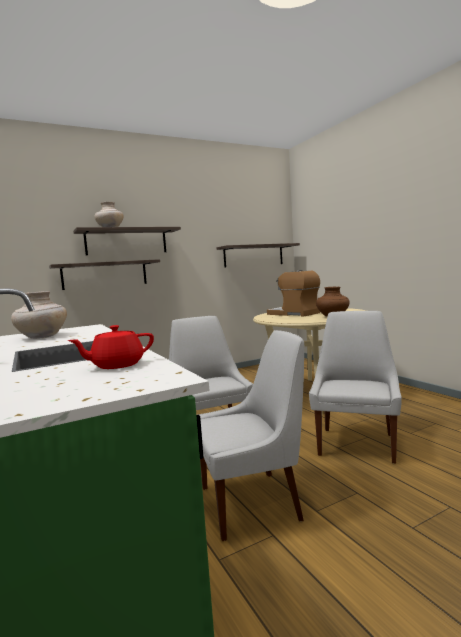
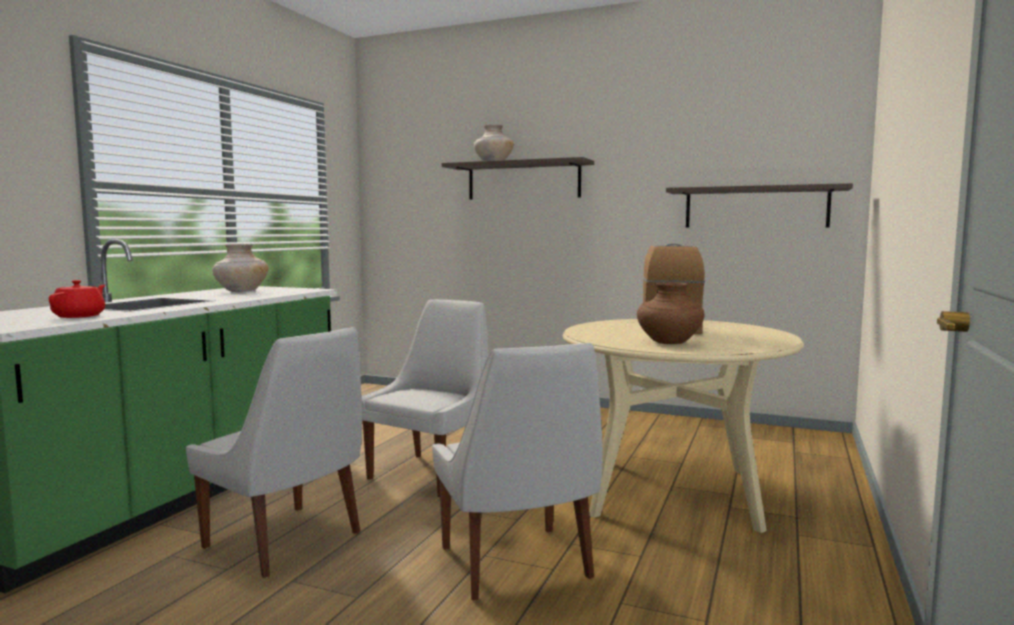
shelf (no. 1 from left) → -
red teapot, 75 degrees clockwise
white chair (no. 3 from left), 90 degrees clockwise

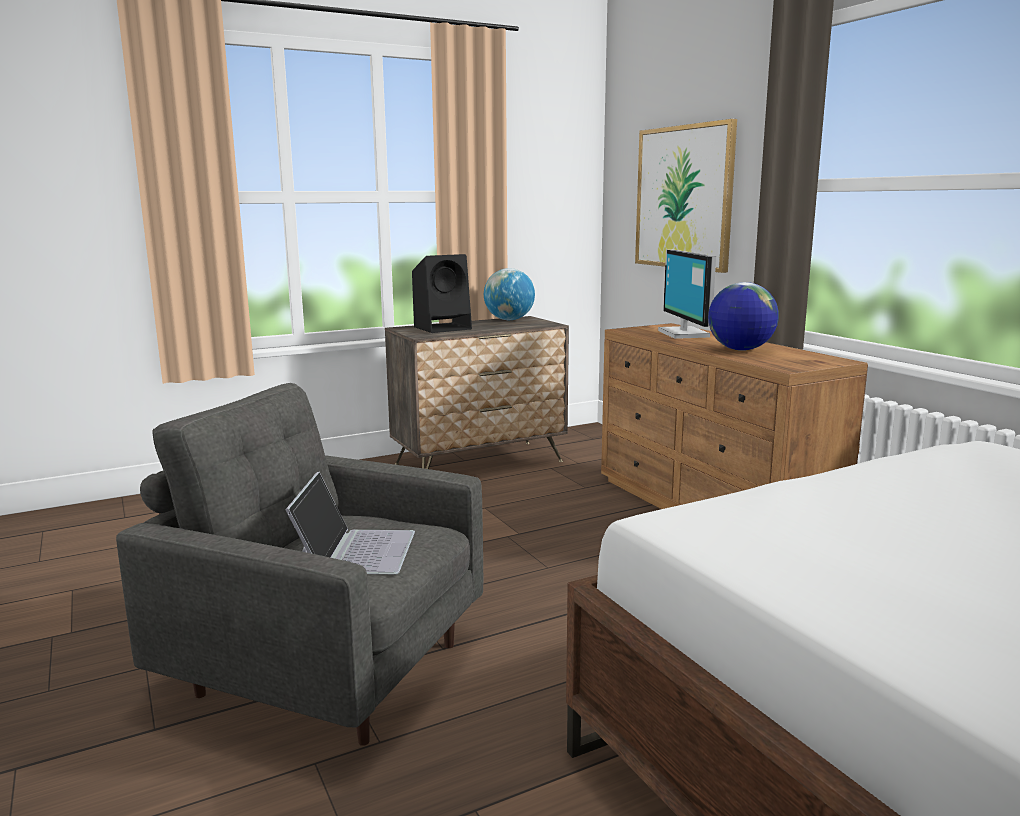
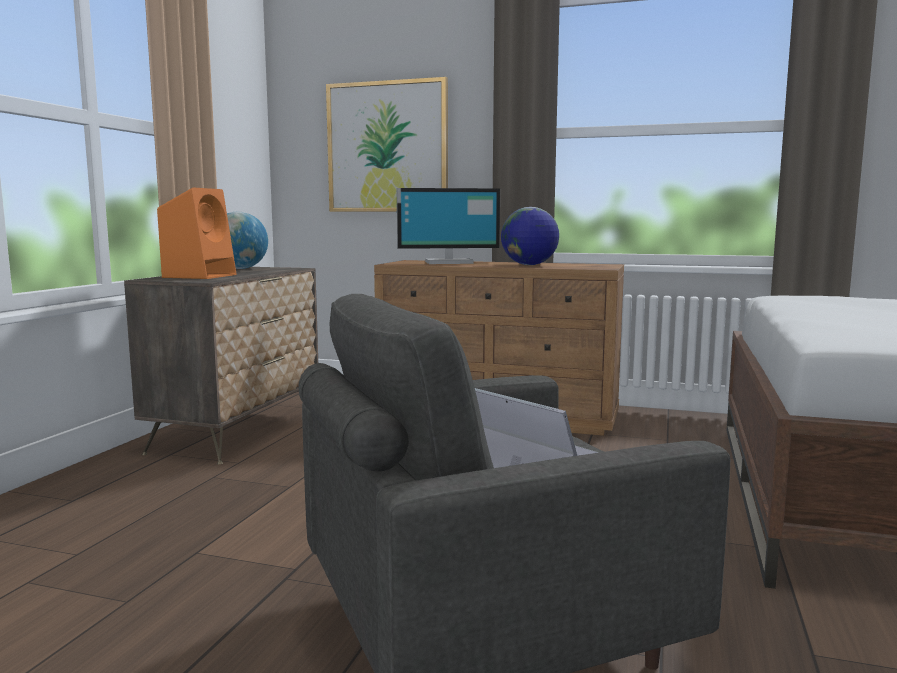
black speaker → orange speaker
monitor, 45 degrees counterclockwise

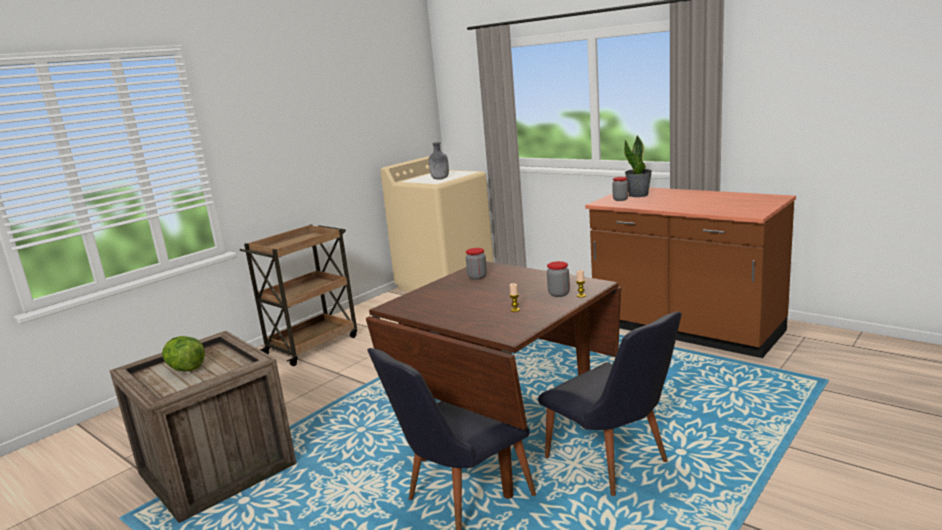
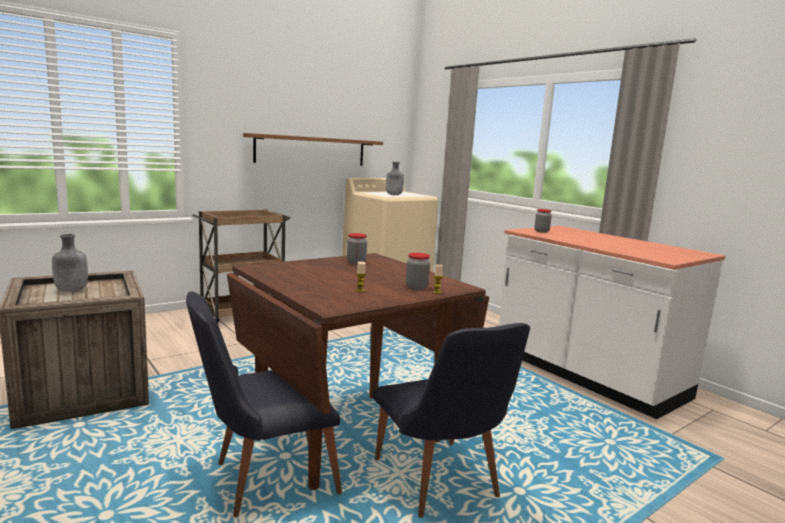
lettuce → grey bottle (no. 1 from left)
brown counter → white counter
potted plant → -
- → shelf

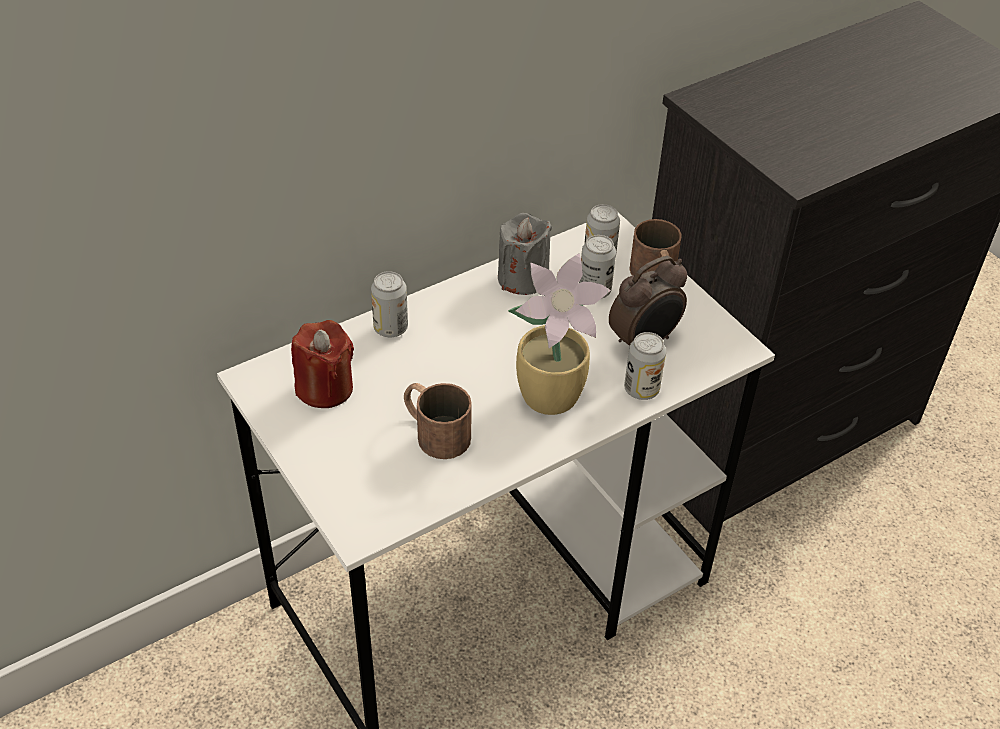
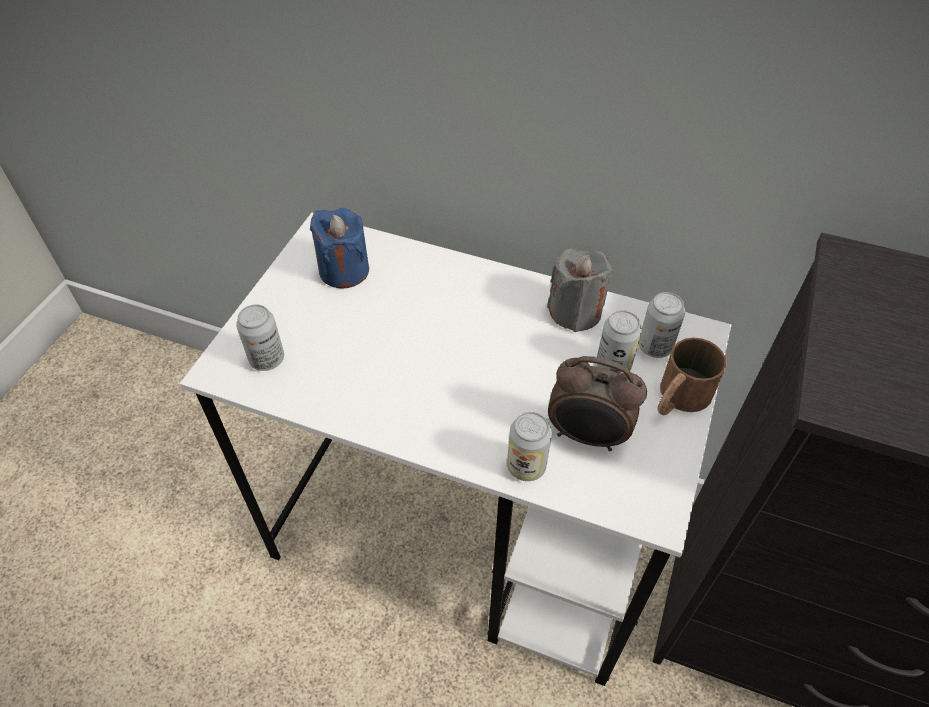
red candle → blue candle
can (no. 1 from left), shifted
brown mug (no. 1 from left) → -
potted plant → -

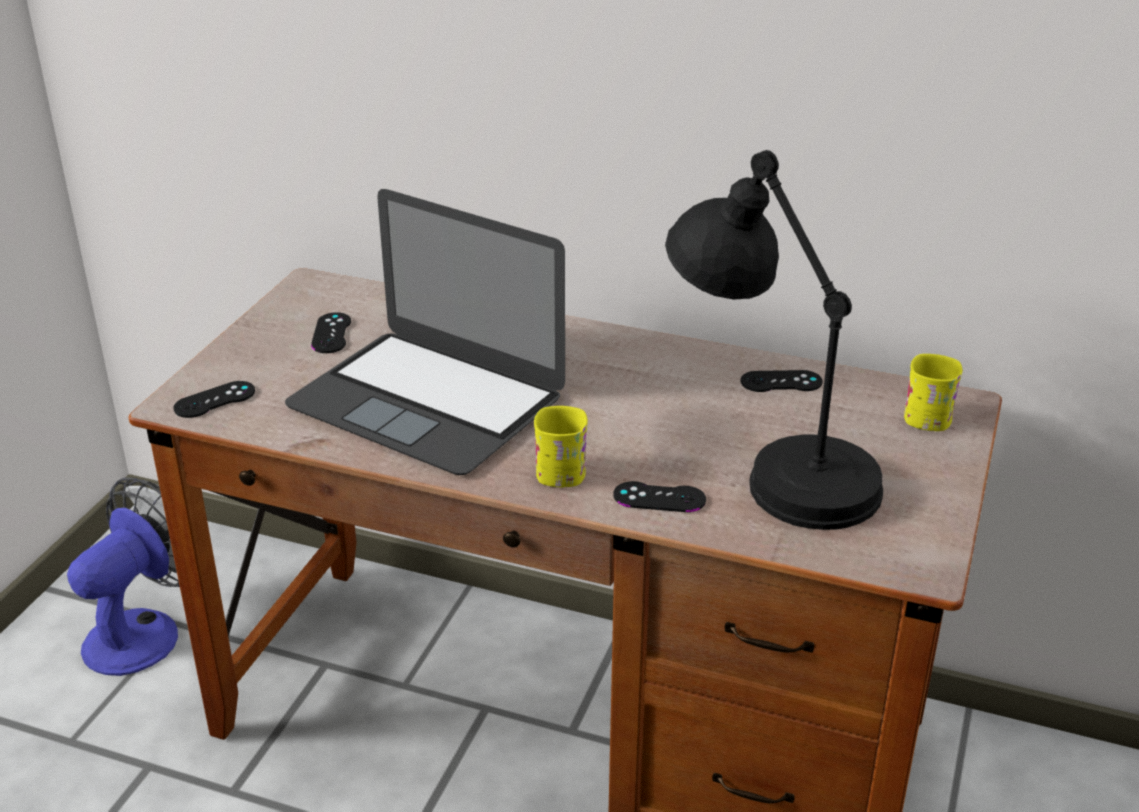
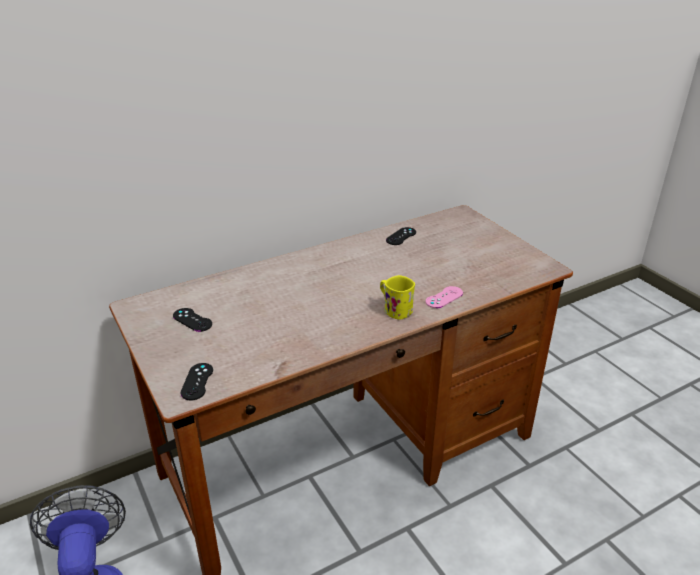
laptop → -
black game controller (no. 3 from left) → pink game controller
black table lamp → -
yellow mug (no. 2 from left) → -

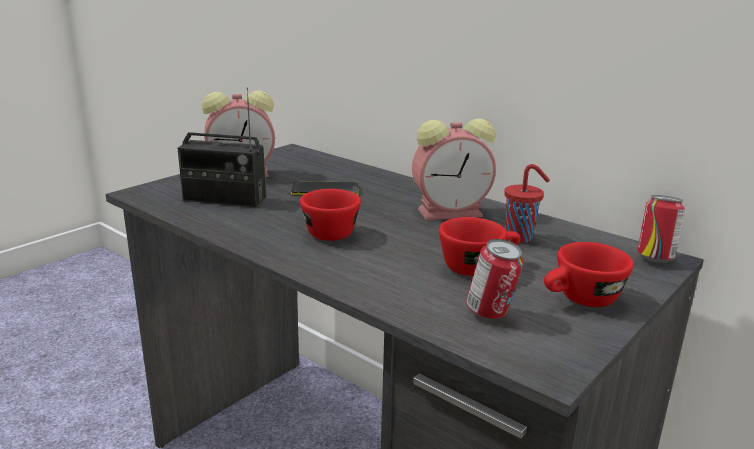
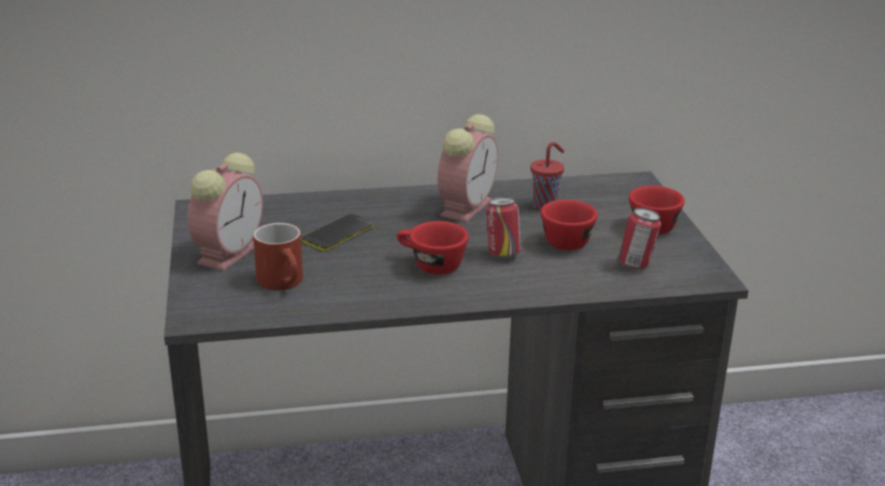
radio → red mug
can (no. 2 from left in the first image) → can (no. 1 from left), shifted

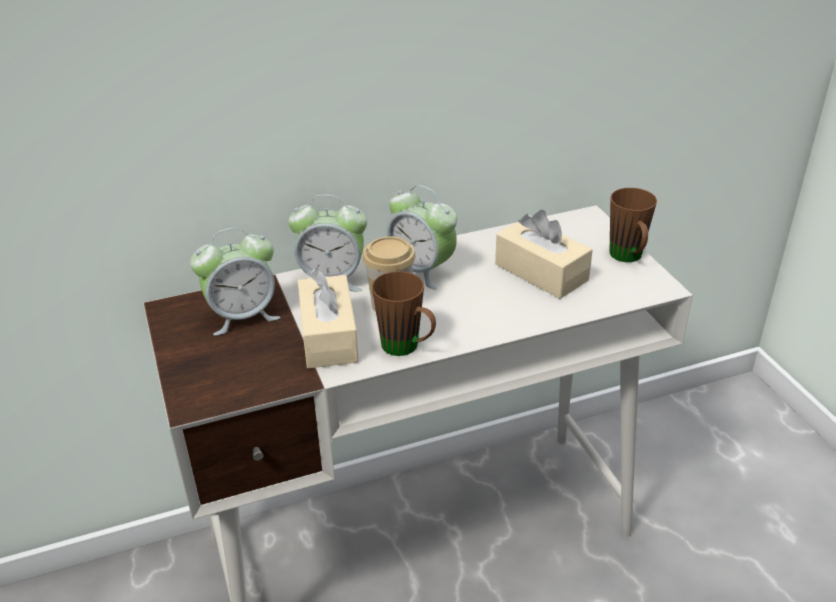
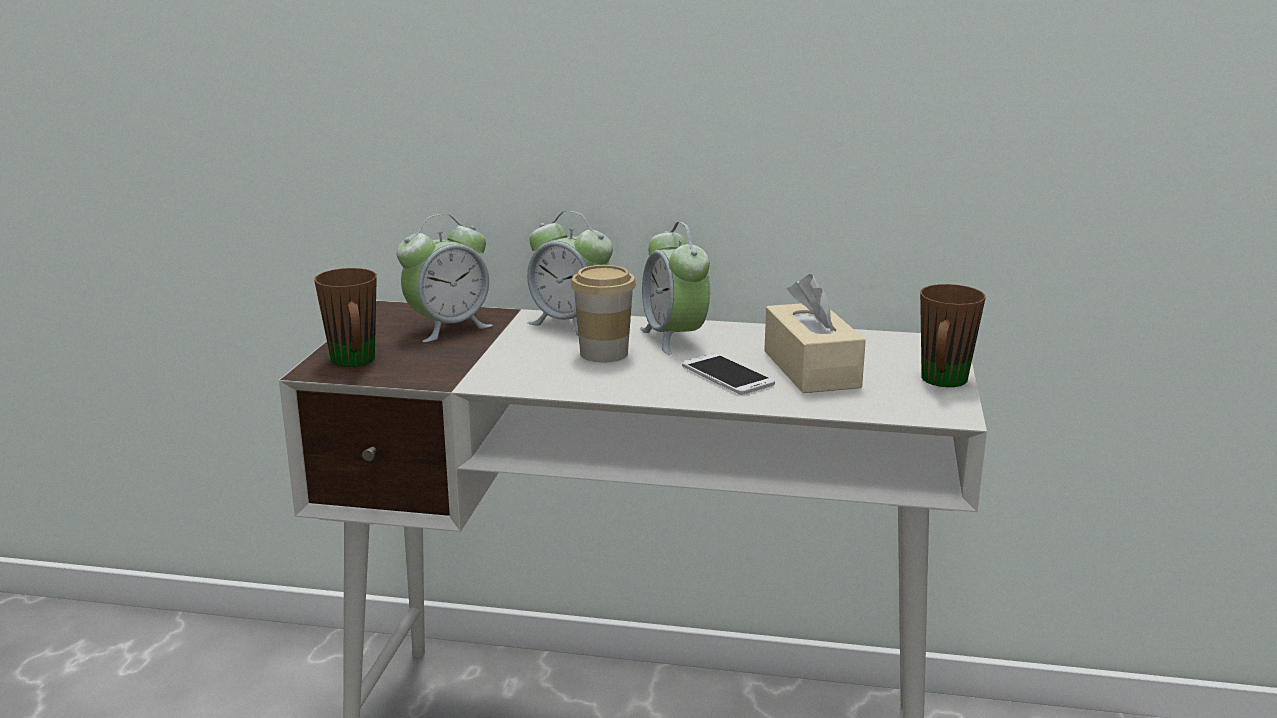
alarm clock (no. 1 from left), 45 degrees counterclockwise
beige tissue box (no. 1 from left) → -
brown mug (no. 1 from left), shifted
- → phone

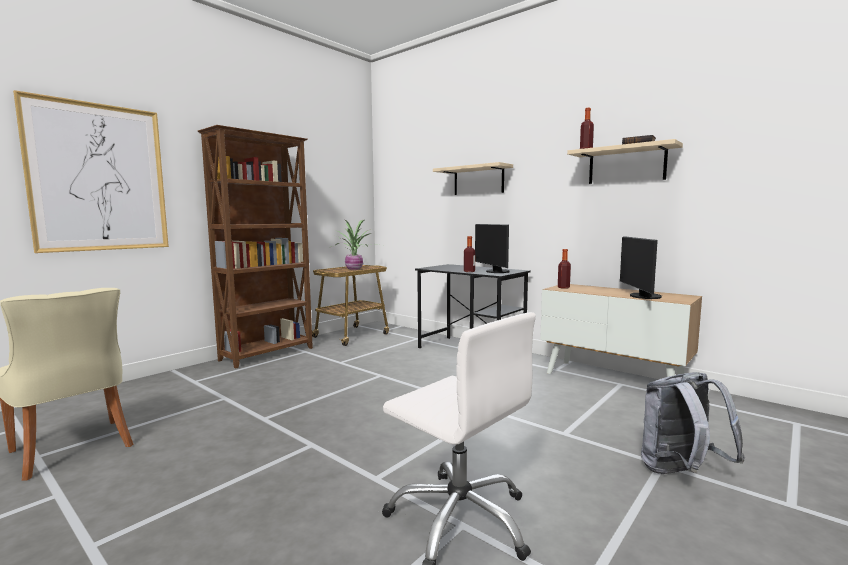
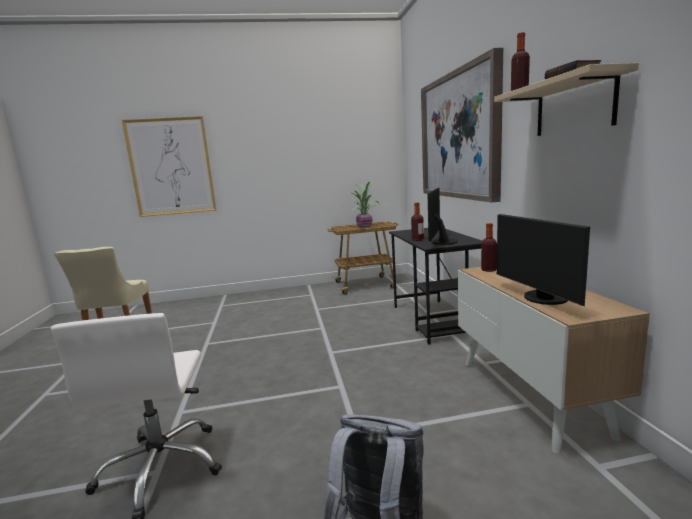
brown bookcase → -
beige shelf (no. 1 from left) → picture (no. 2 from left)
monitor (no. 2 from left), 60 degrees counterclockwise

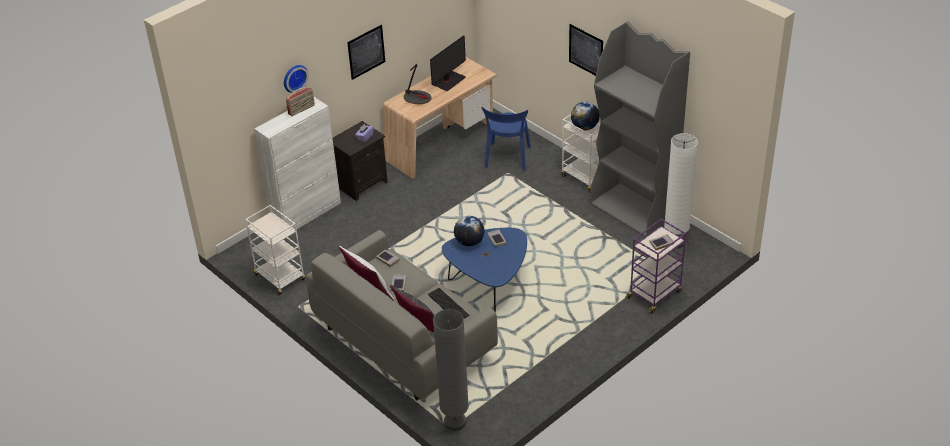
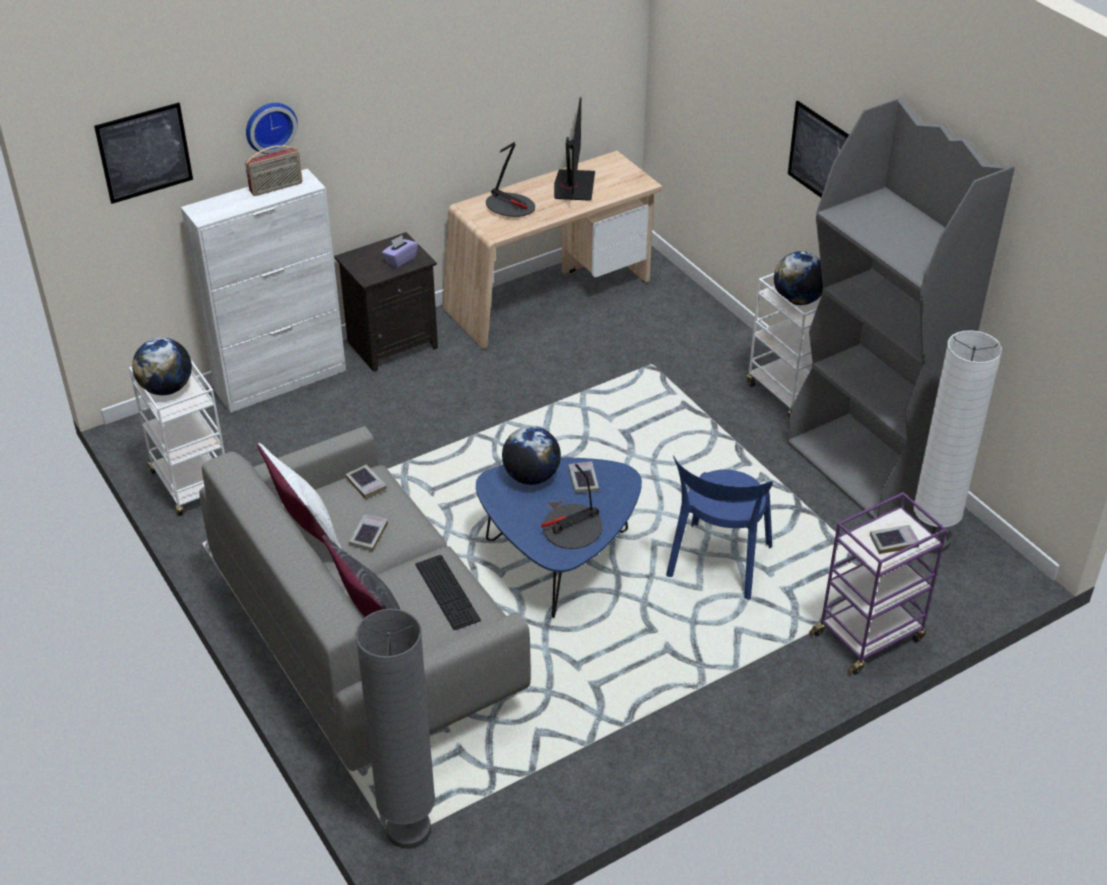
picture (no. 1 from left), shifted
monitor, 45 degrees counterclockwise
blue chair, shifted
- → globe (no. 1 from left)
- → table lamp (no. 2 from left)

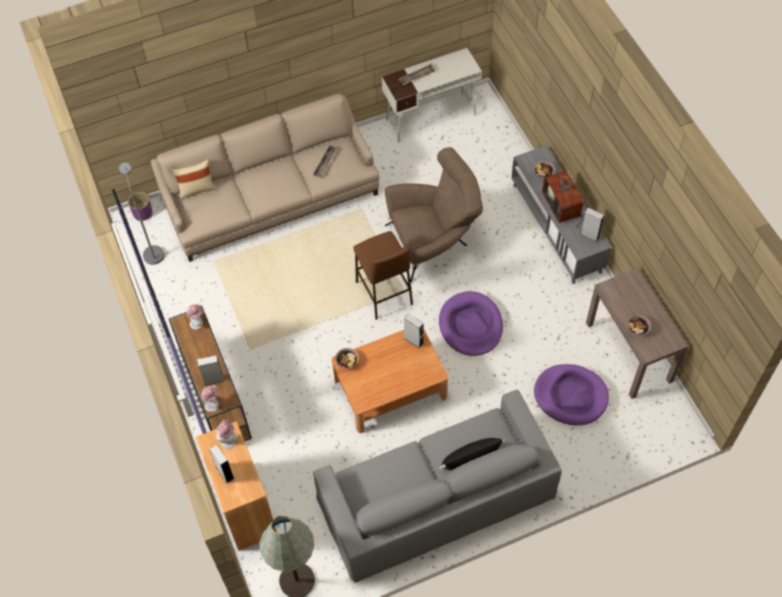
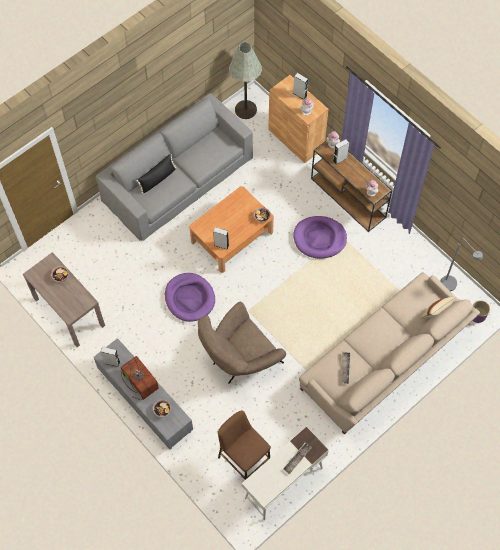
brown stool, shifted
purple dog bed (no. 2 from left), shifted

